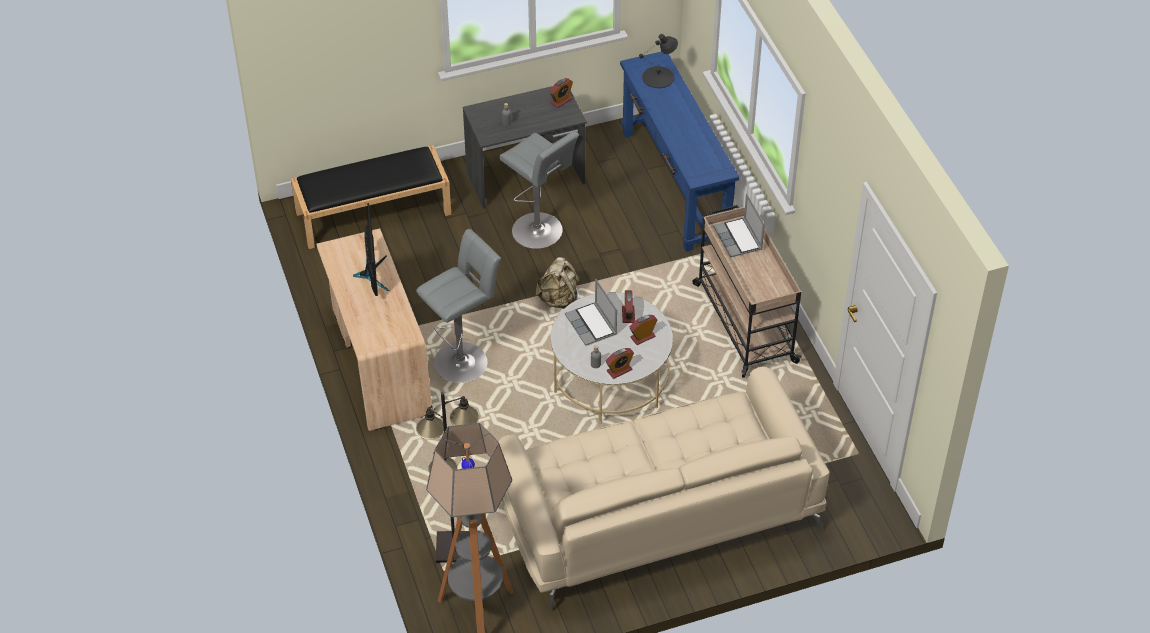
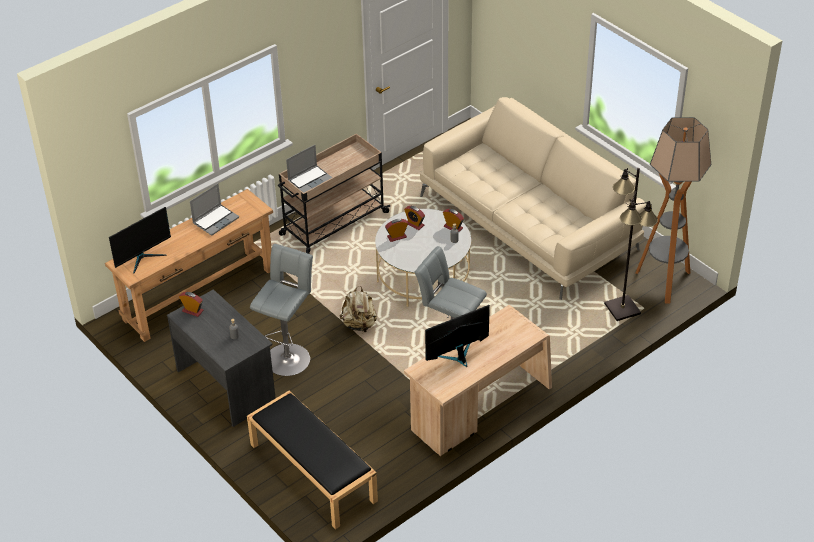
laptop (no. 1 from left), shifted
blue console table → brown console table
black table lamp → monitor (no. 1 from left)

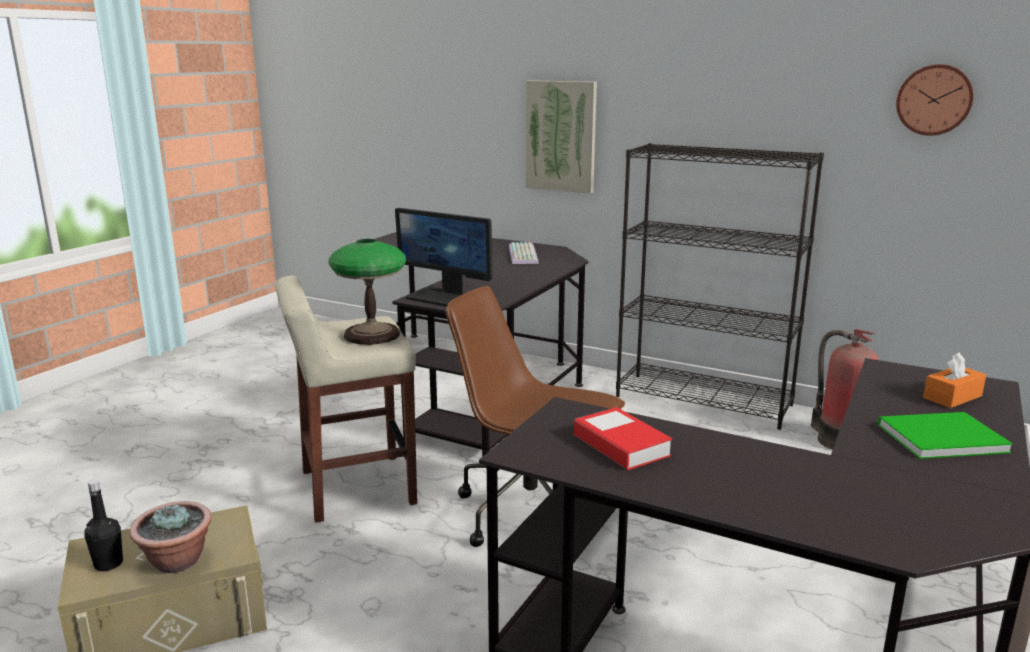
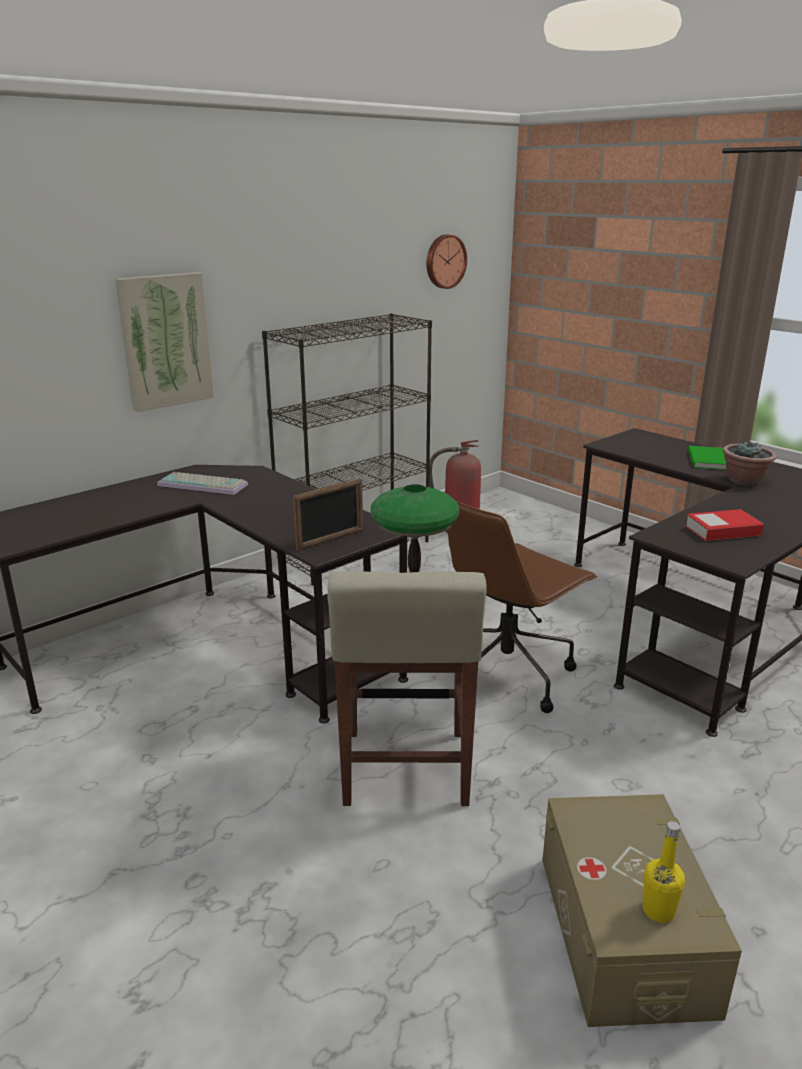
black bottle → yellow bottle
potted plant, shifted
monitor → picture frame
orange tissue box → -

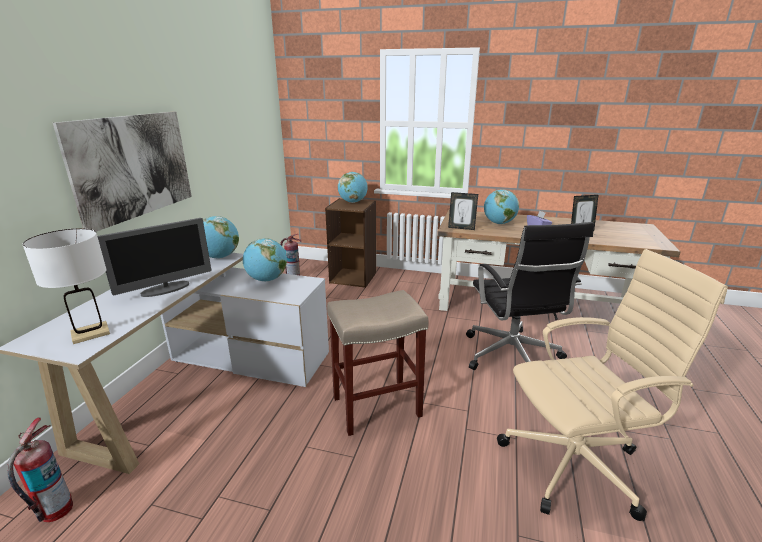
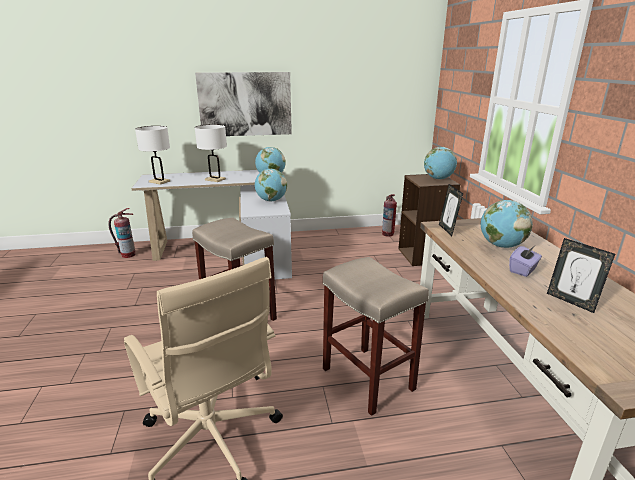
monitor → white table lamp (no. 2 from left)
black office chair → beige stool (no. 2 from left)

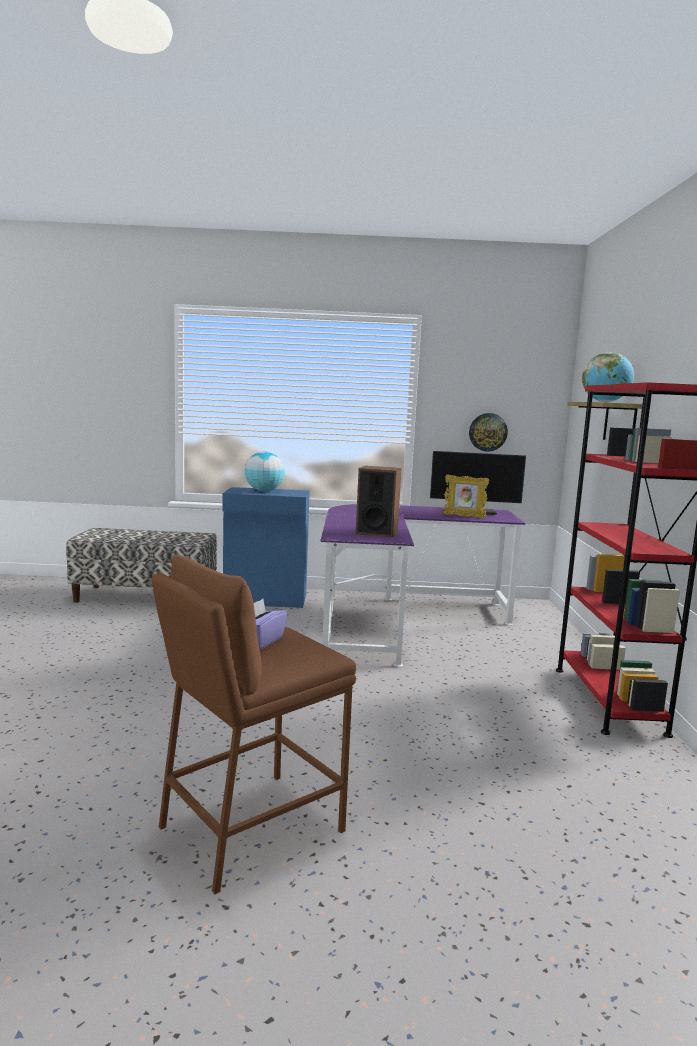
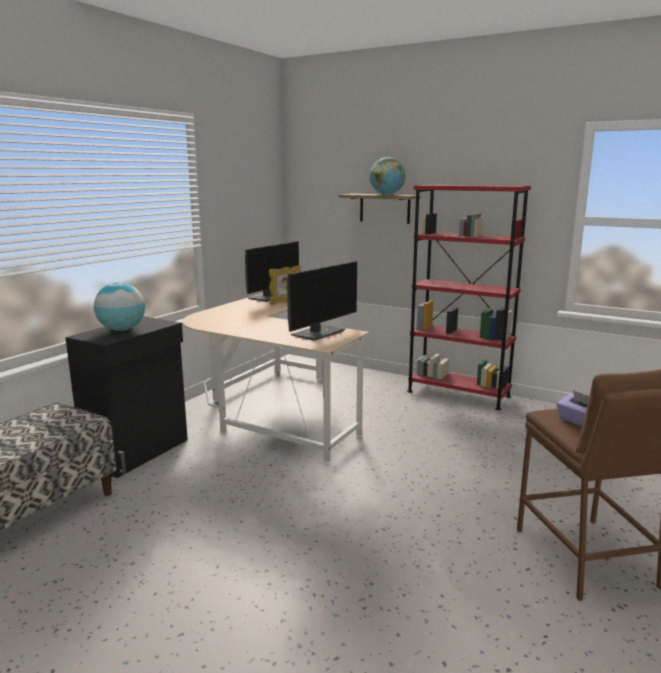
blue cabinet → black cabinet
purple desk → beige desk
speaker → monitor (no. 2 from left)
wall clock → -

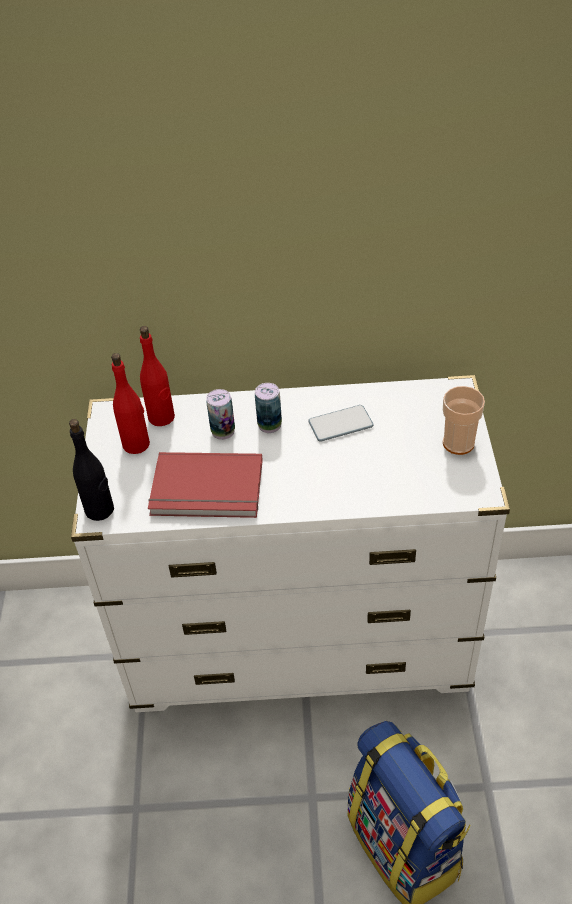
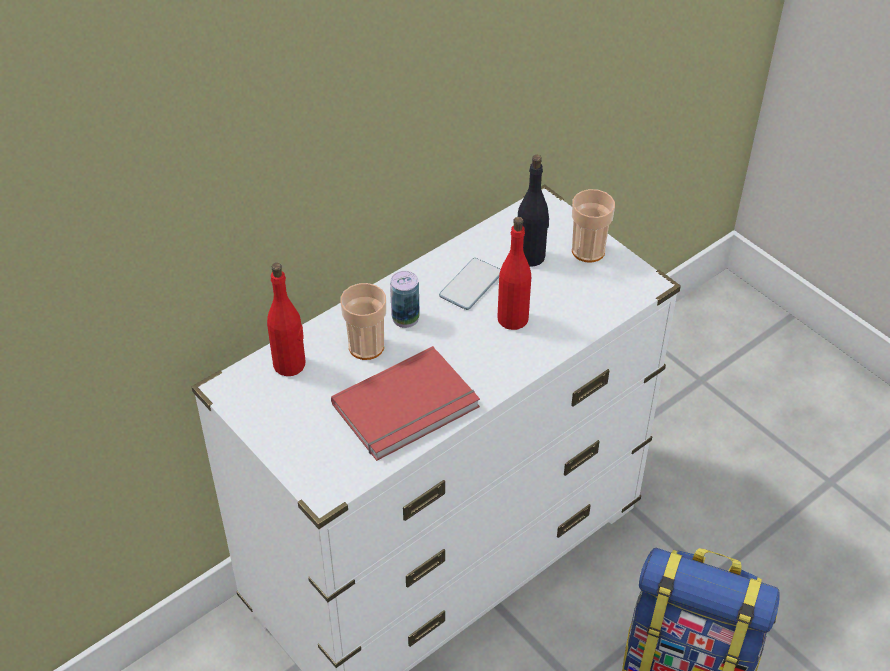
black bottle, shifted
red bottle (no. 1 from left in the first image) → red bottle (no. 2 from left), shifted
can (no. 1 from left) → cup (no. 1 from left)

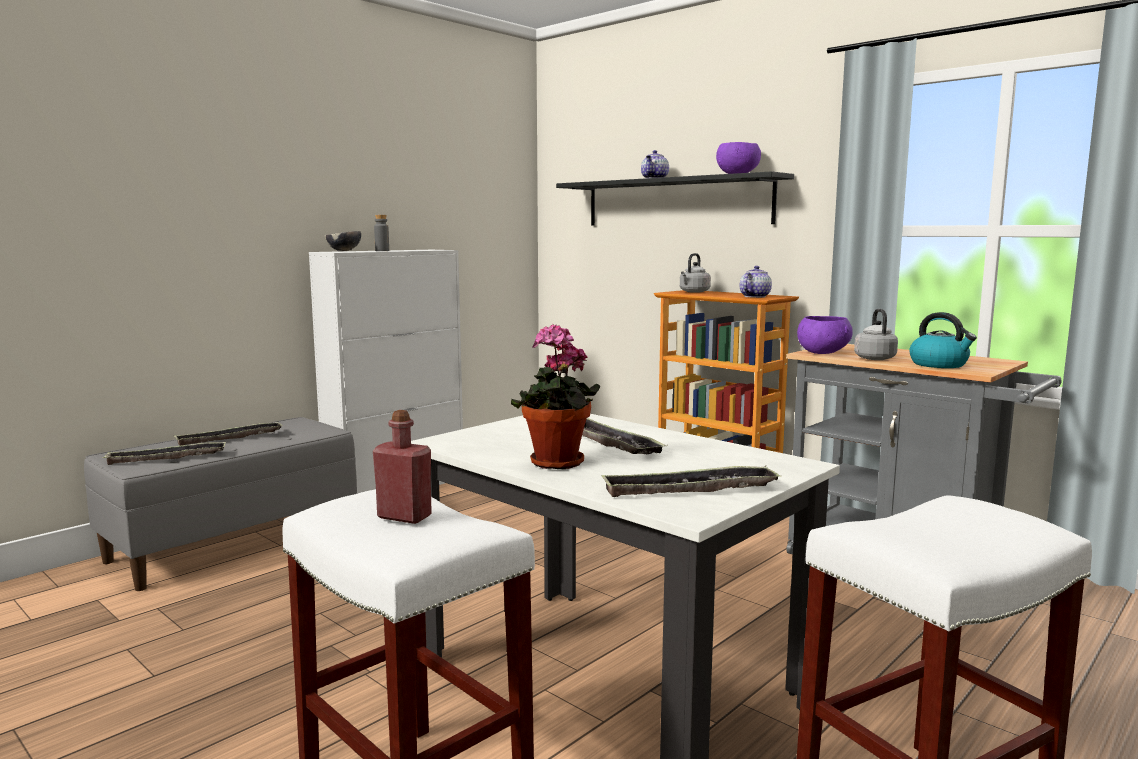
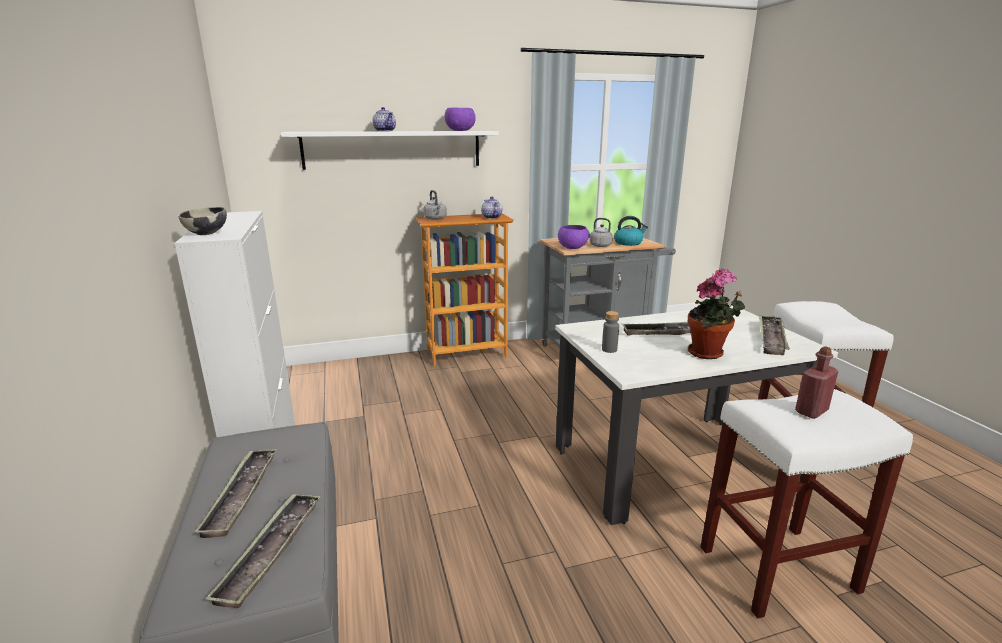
grey bottle, shifted
black shelf → white shelf

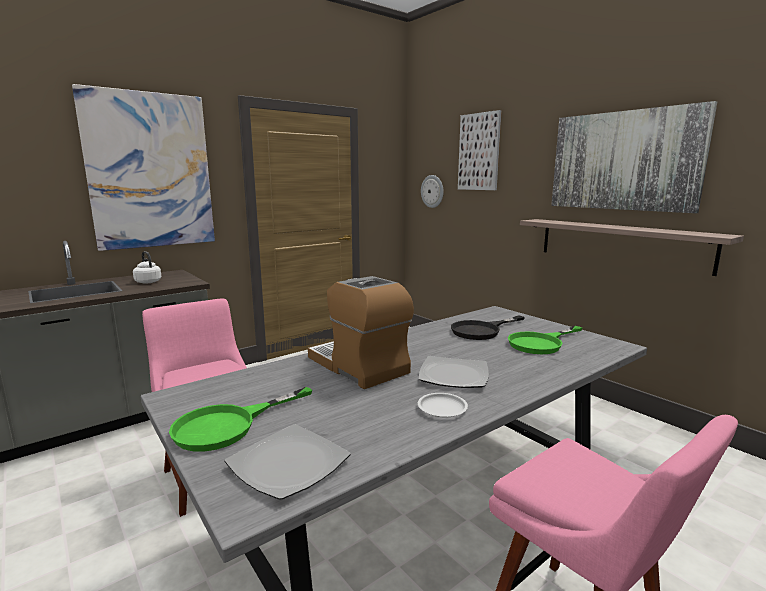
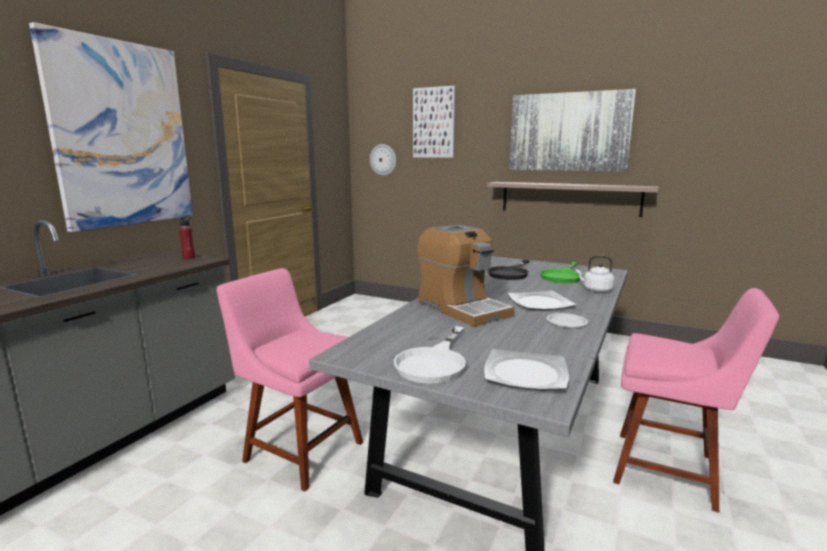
white kettle, shifted
green frying pan (no. 1 from left) → white frying pan
coffee machine, 150 degrees counterclockwise
- → red bottle

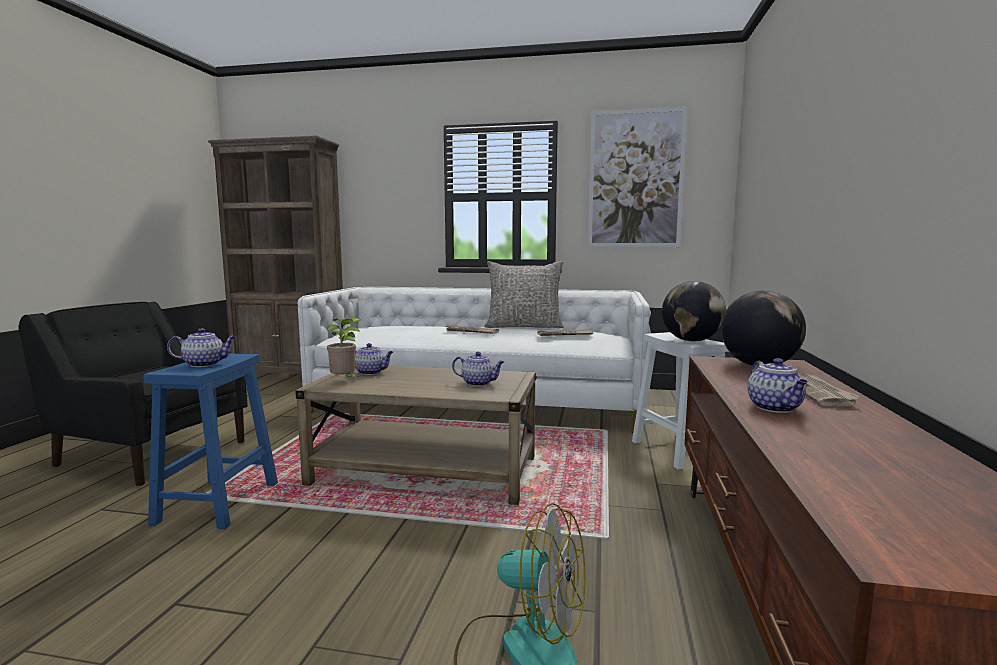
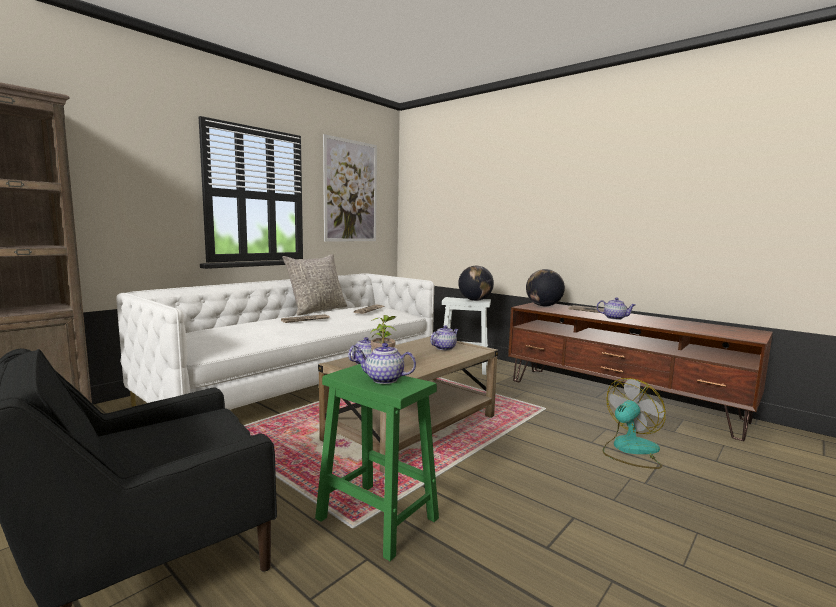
blue stool → green stool
teapot (no. 1 from left in the first image) → teapot (no. 2 from left), 90 degrees counterclockwise

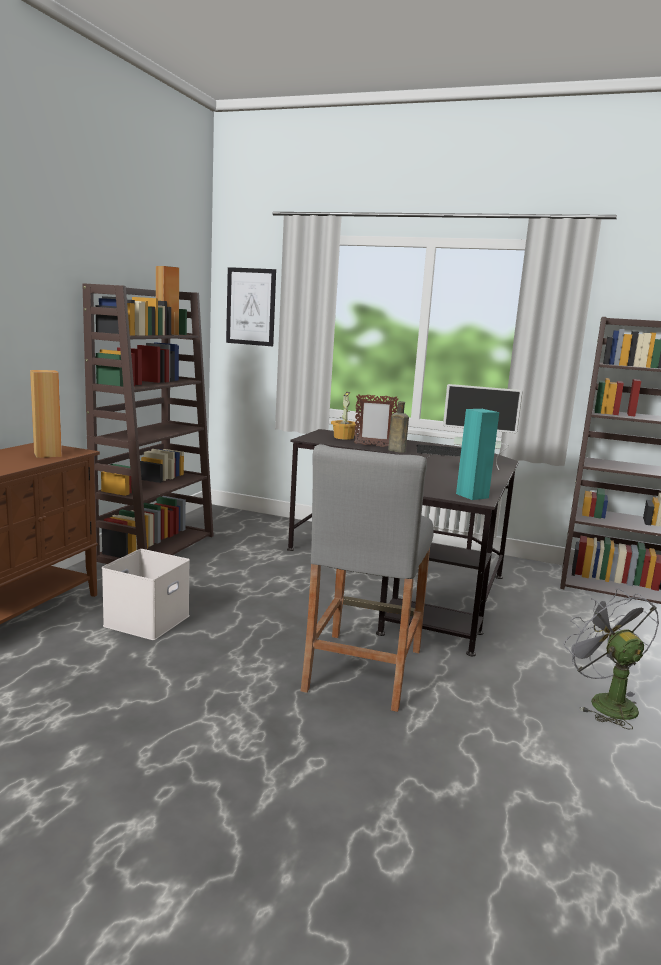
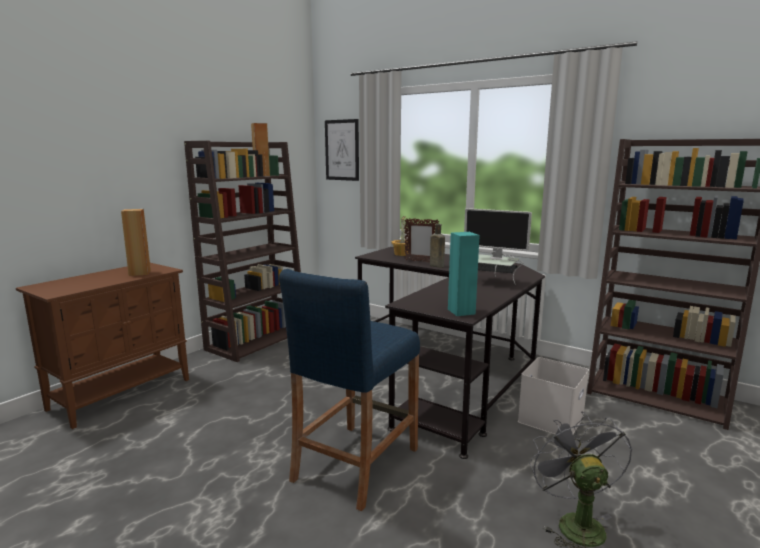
white storage box, shifted
grey stool → blue stool

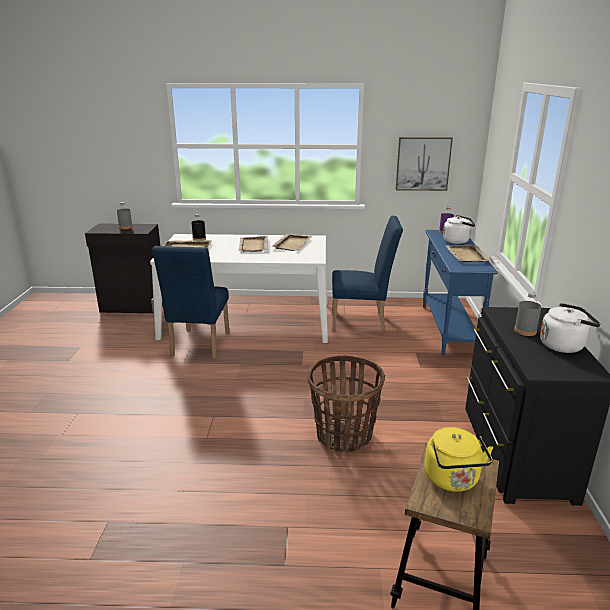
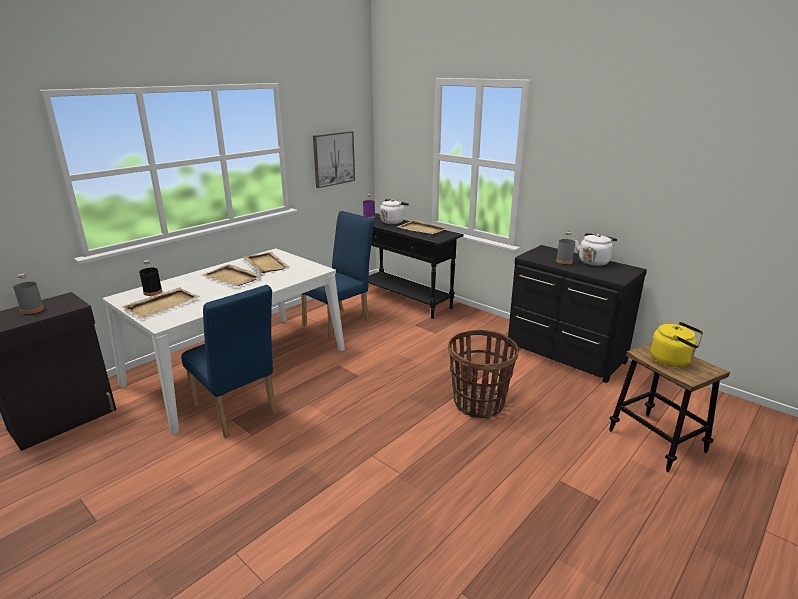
blue console table → black console table

